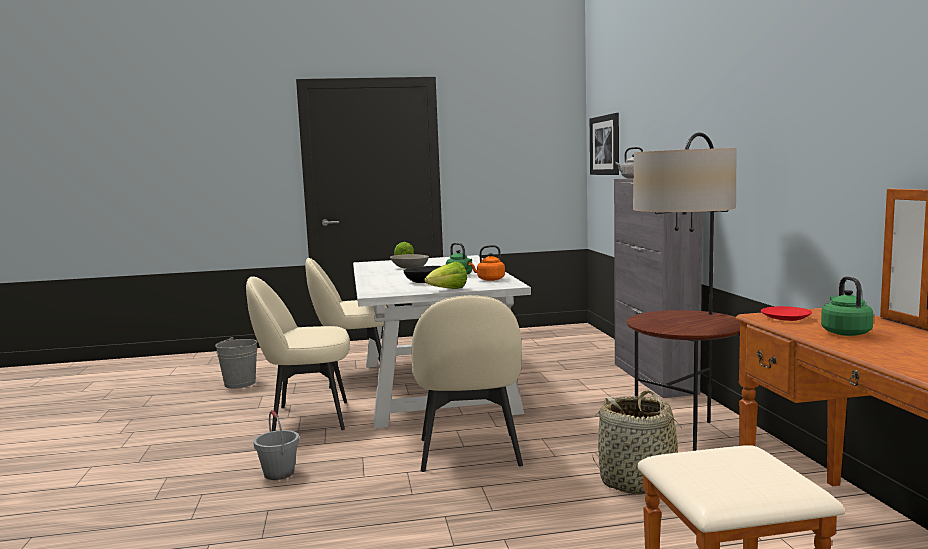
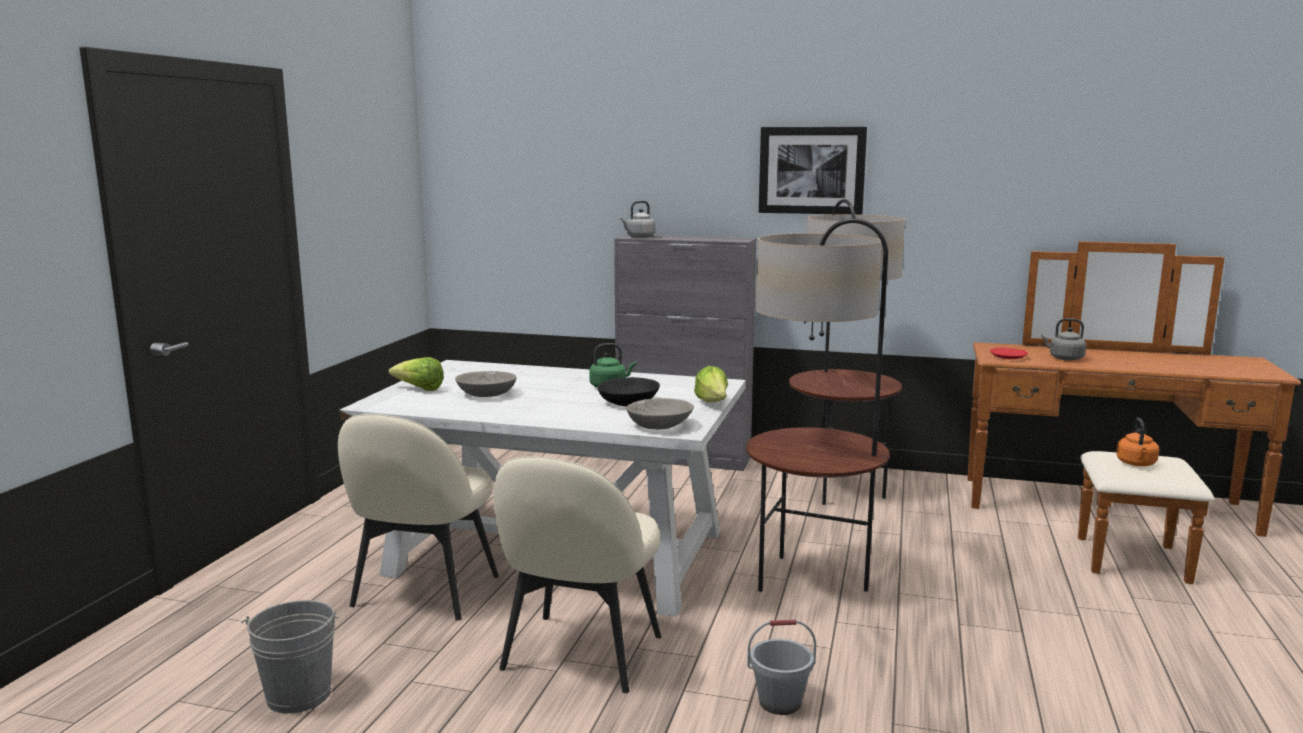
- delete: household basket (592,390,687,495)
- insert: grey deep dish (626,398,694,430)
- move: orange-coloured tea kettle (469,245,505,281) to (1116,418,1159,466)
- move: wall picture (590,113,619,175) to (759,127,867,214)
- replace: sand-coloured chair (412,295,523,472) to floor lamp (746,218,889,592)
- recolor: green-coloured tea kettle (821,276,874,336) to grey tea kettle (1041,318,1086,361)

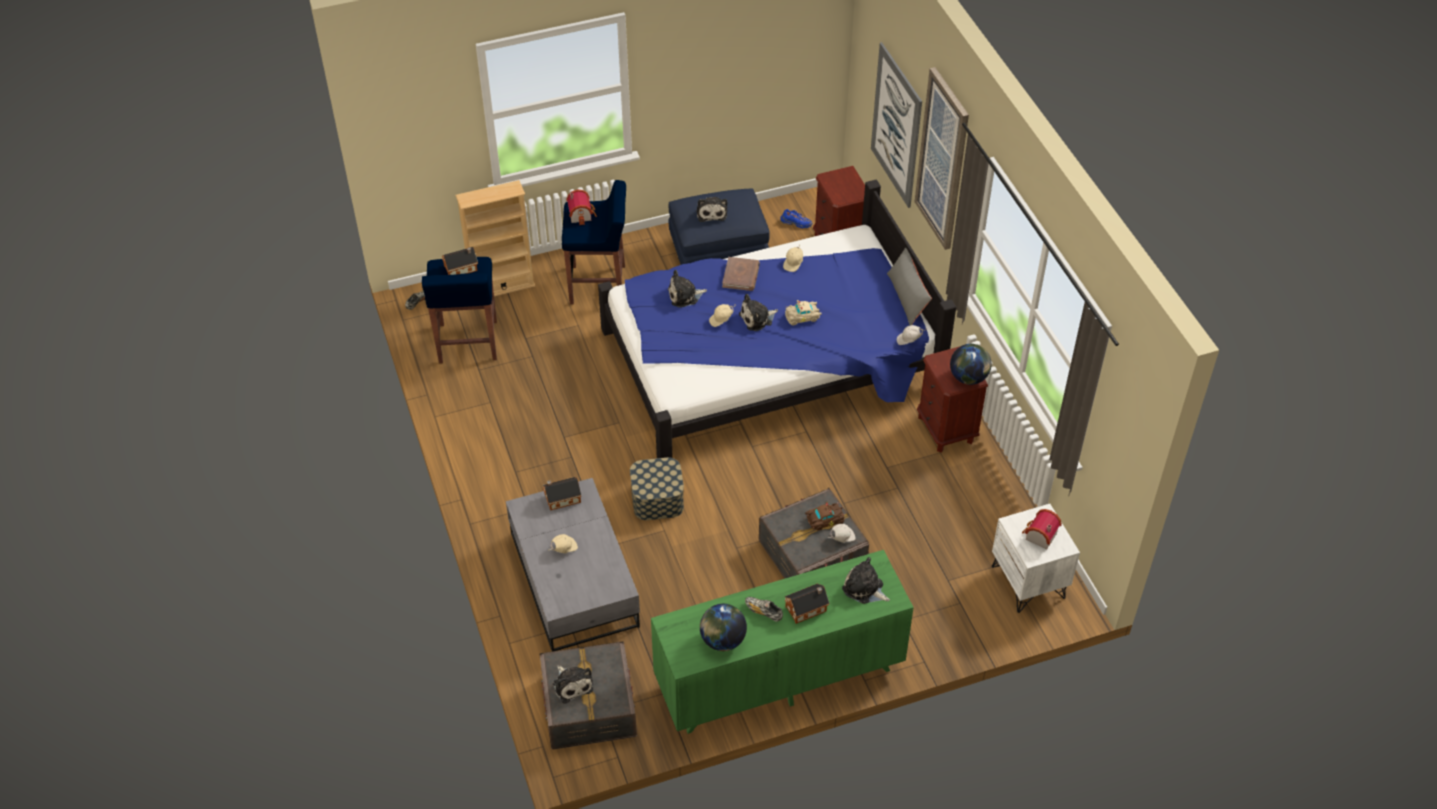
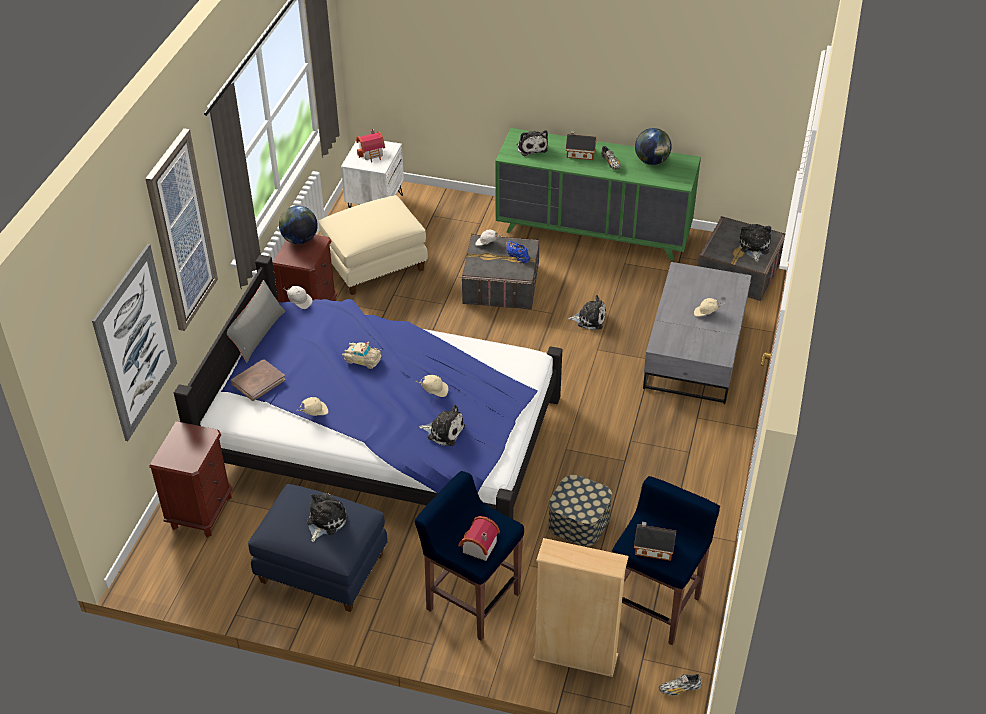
- delete: model house (542,477,581,510)
- delete: brown miniature car (805,502,845,531)
- insert: sand-coloured pouffe (318,195,428,295)
- move: storage container (630,457,684,520) to (548,475,612,546)
- move: brown volume (722,257,760,291) to (231,359,286,401)
- move: plush toy (739,294,778,331) to (567,295,606,330)
- move: bluish item of footwear (780,209,813,228) to (506,241,530,263)

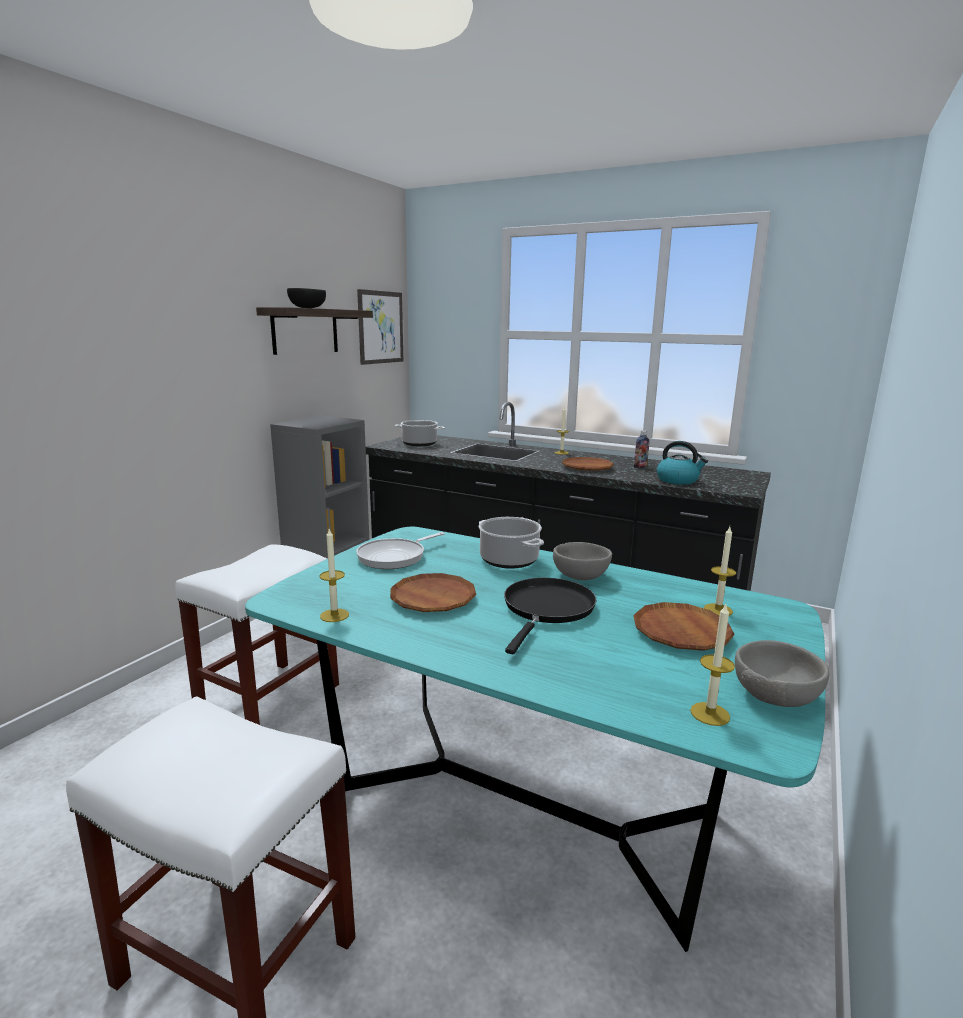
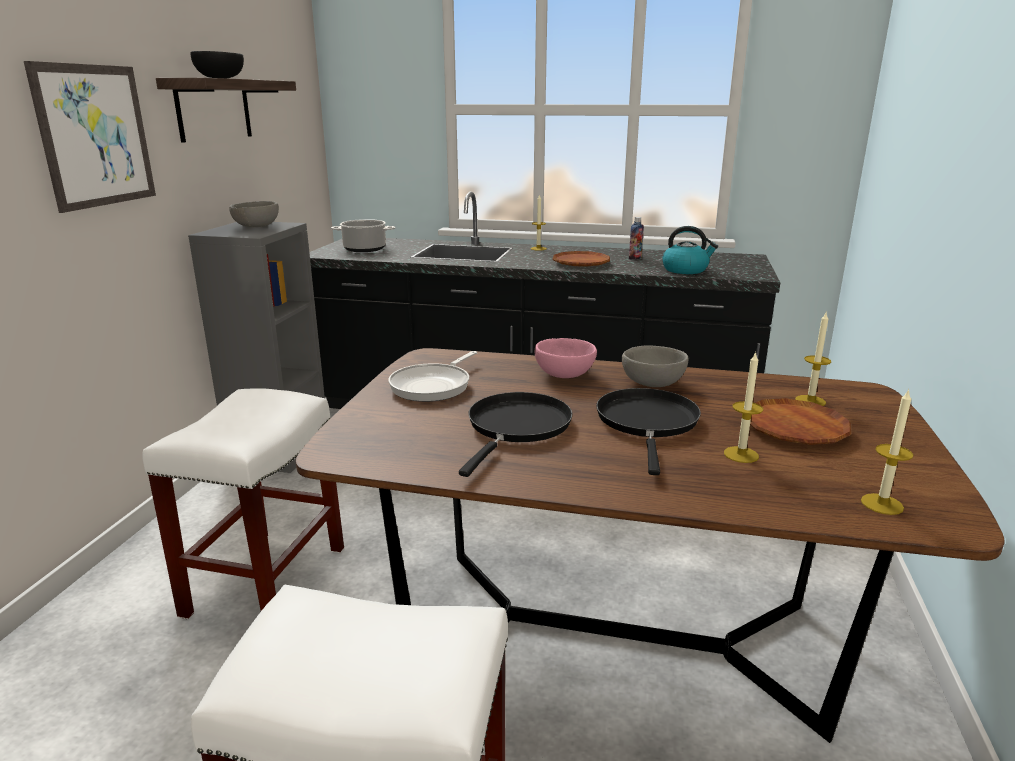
- move: wax light (320,529,349,622) to (724,351,763,463)
- move: wall picture (357,289,404,365) to (24,61,156,213)
- move: grey deep dish (735,640,829,707) to (229,201,279,227)
- replace: brown flat dish (390,573,476,612) to blackish skillet (459,392,573,477)
- replace: saucepot (479,517,544,569) to pink deep dish (535,338,597,378)
- recolor: turquoise dining table (245,527,825,952) to brown dining table (296,348,1005,743)

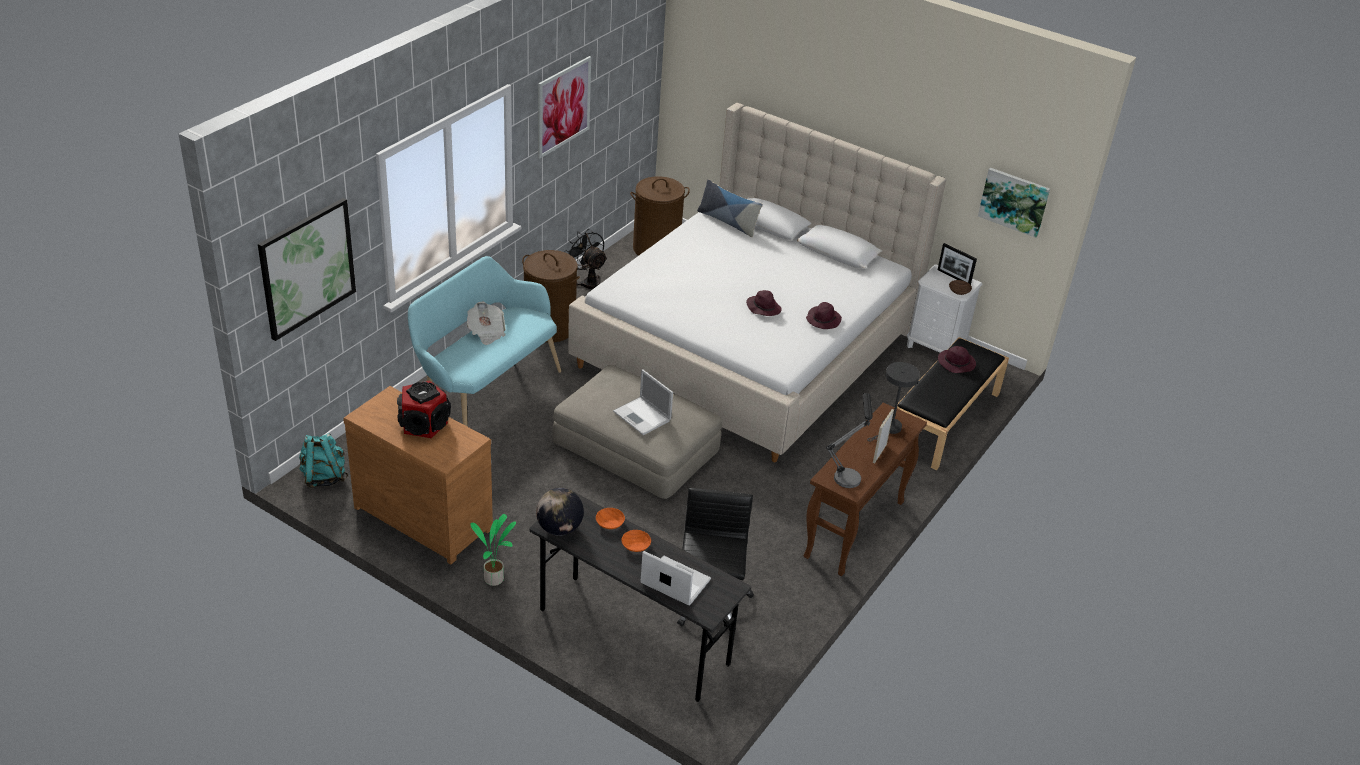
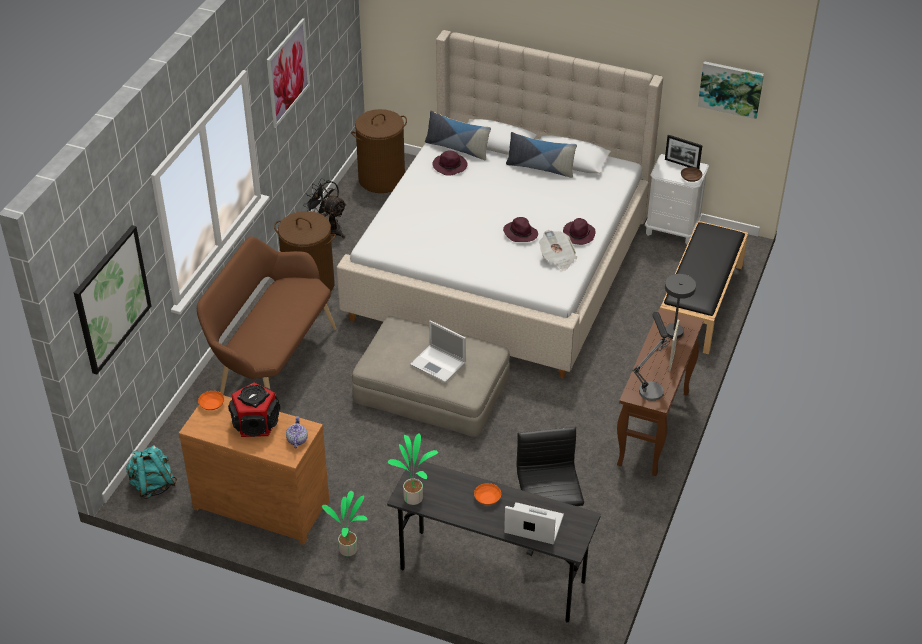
- insert: pot for tea (286,417,308,448)
- insert: cushion (506,132,577,178)
- move: printed paper (467,302,506,345) to (539,230,578,271)
- move: orange-coloured deep dish (596,508,625,529) to (198,391,224,410)
- move: purple-coloured wearable hat (938,346,976,373) to (432,151,467,176)
- replace: world globe (536,488,584,536) to houseplant (388,433,438,505)
- recolor: turquoise indoor bench (408,256,561,426) to brown indoor bench (197,236,337,395)

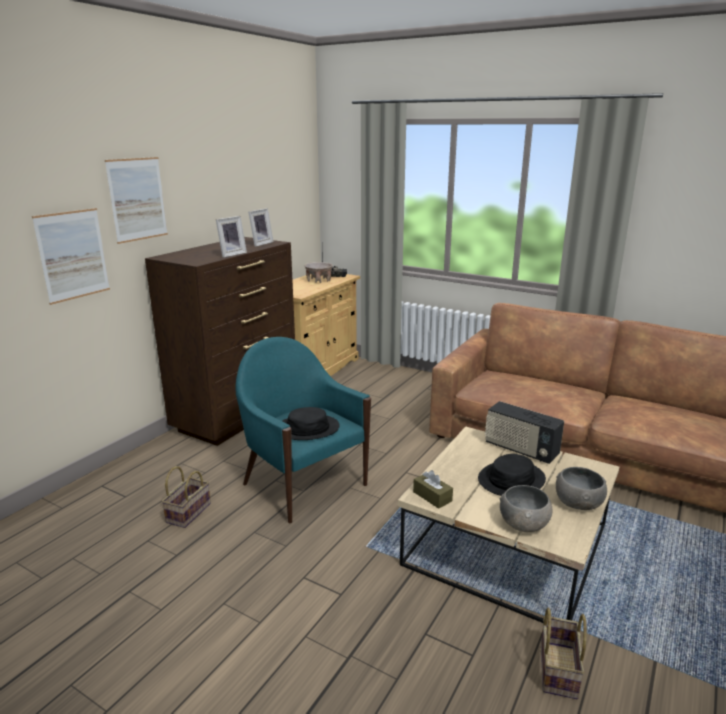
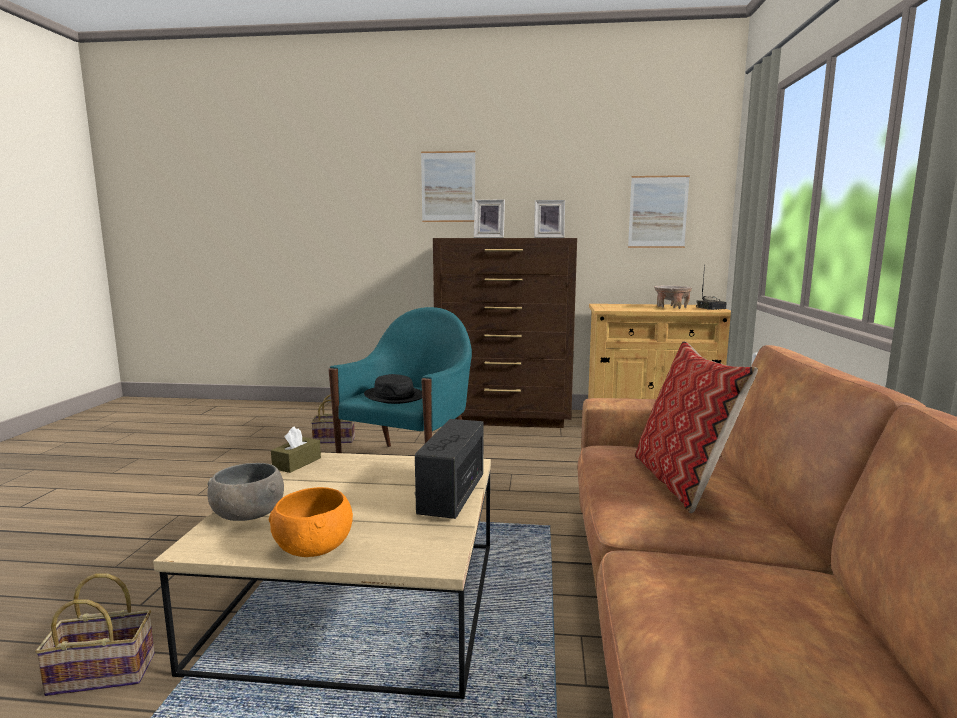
- delete: blackish wearable hat (478,454,546,496)
- insert: cushion (635,341,758,513)
- move: wall picture (32,208,110,305) to (628,175,690,248)
- recolor: grey deep dish (556,467,607,510) to orange-coloured deep dish (268,487,353,557)

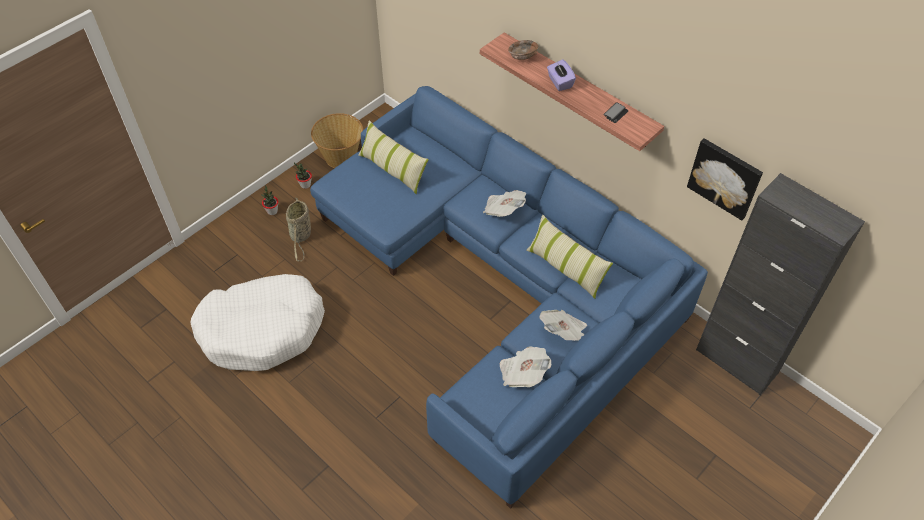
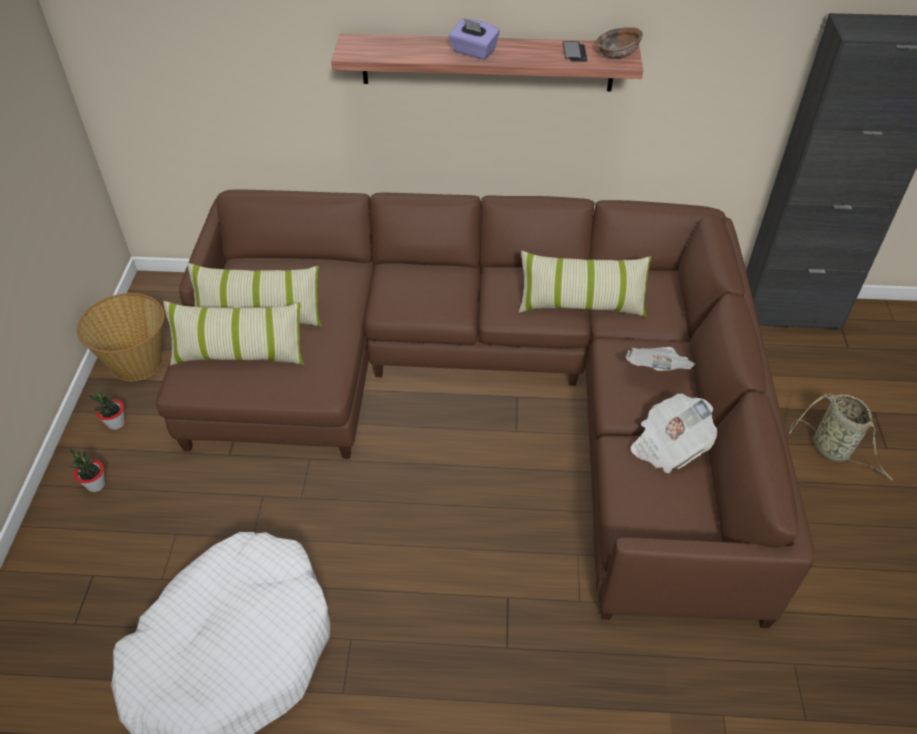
- delete: printed paper (483,190,526,217)
- delete: wall picture (687,138,763,220)
- insert: cushion (163,301,304,366)
- move: household basket (286,197,311,261) to (789,394,893,481)
- move: brown deep dish (508,40,538,60) to (596,27,643,59)
- recolor: bluish couch (310,86,708,509) to brown couch (156,189,814,628)

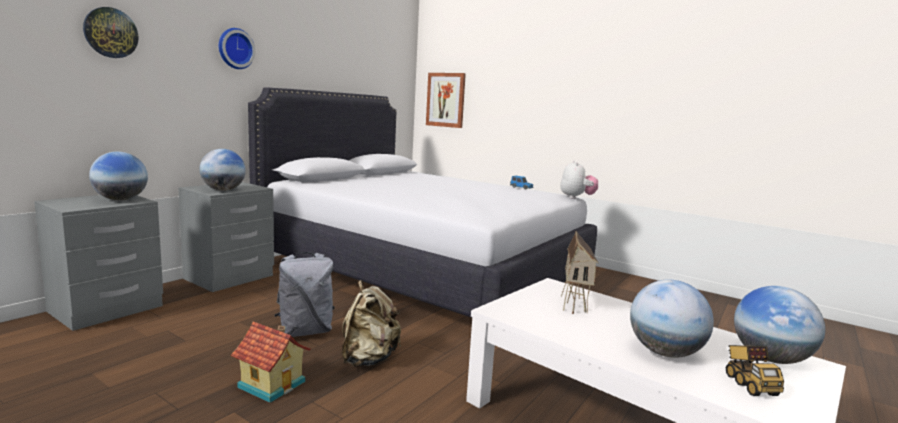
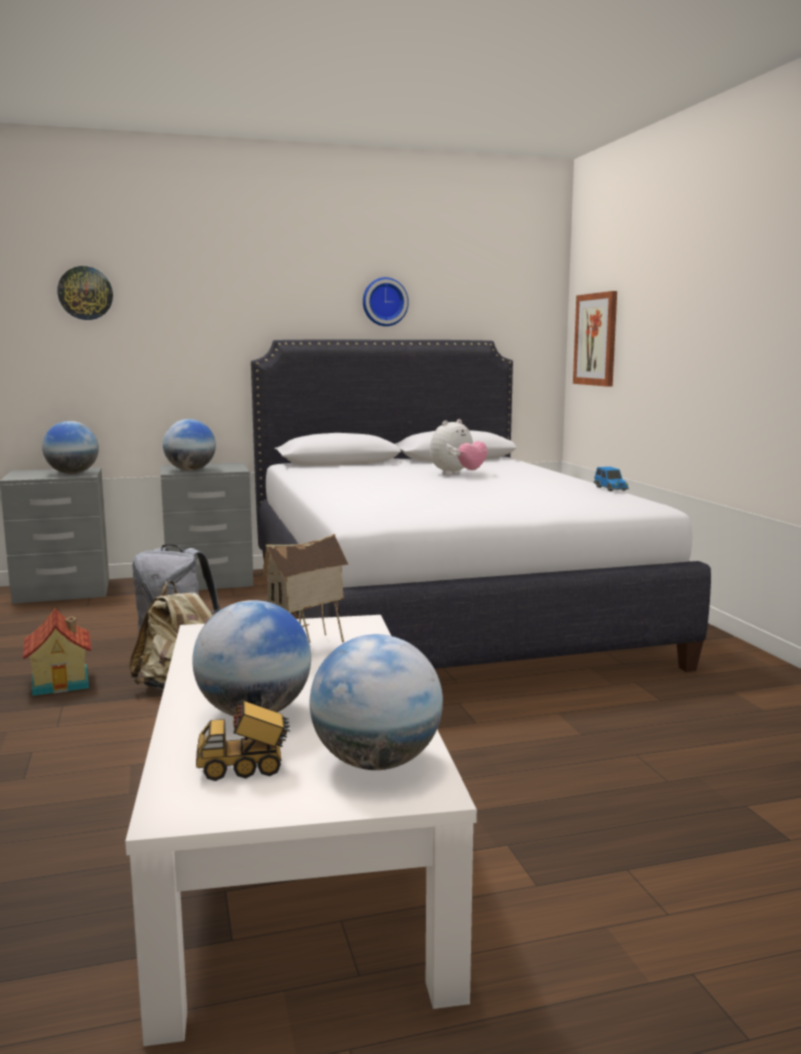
- move: hanging clock (219,28,255,69) to (363,277,409,326)
- move: plush toy (560,161,598,199) to (430,419,488,475)
- rotate: model truck (726,345,784,396) = (196,701,290,781) 45 degrees clockwise

